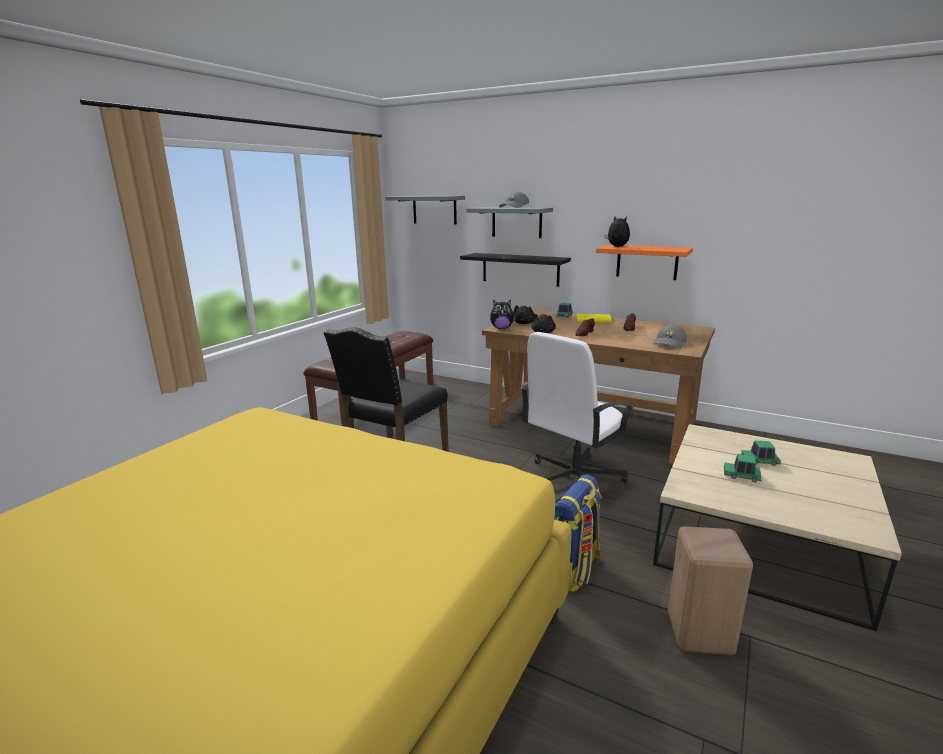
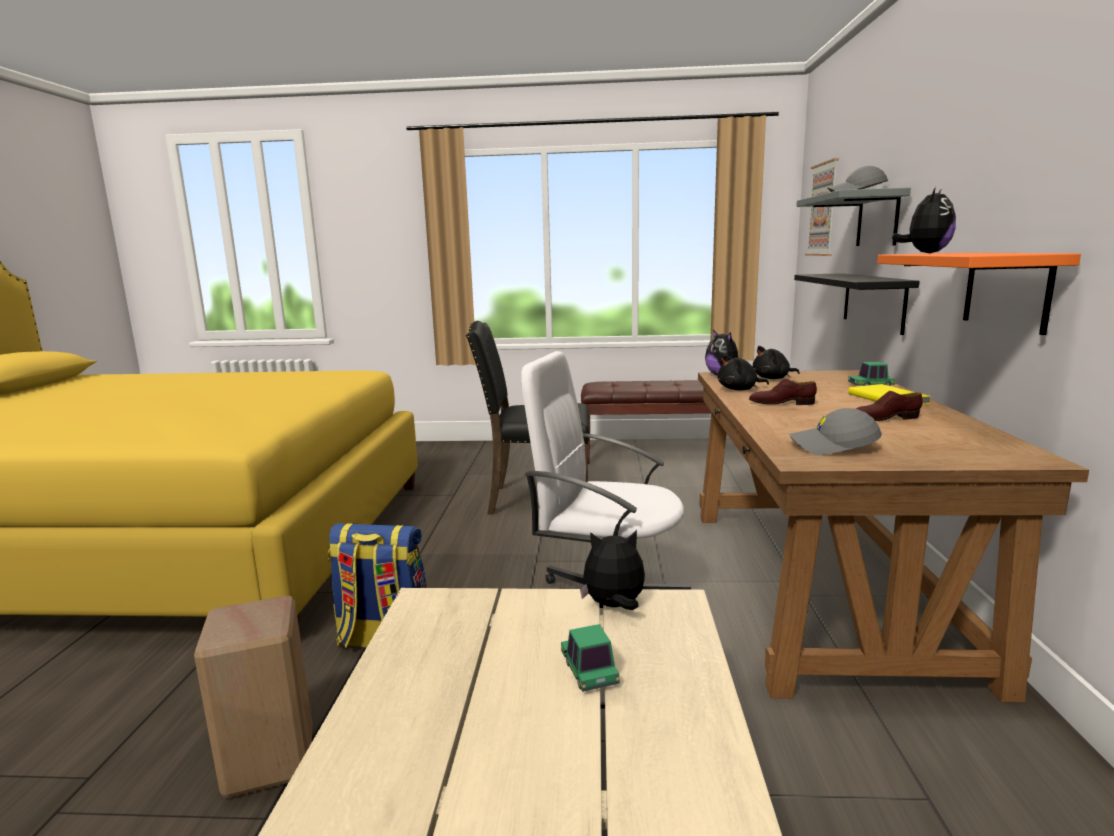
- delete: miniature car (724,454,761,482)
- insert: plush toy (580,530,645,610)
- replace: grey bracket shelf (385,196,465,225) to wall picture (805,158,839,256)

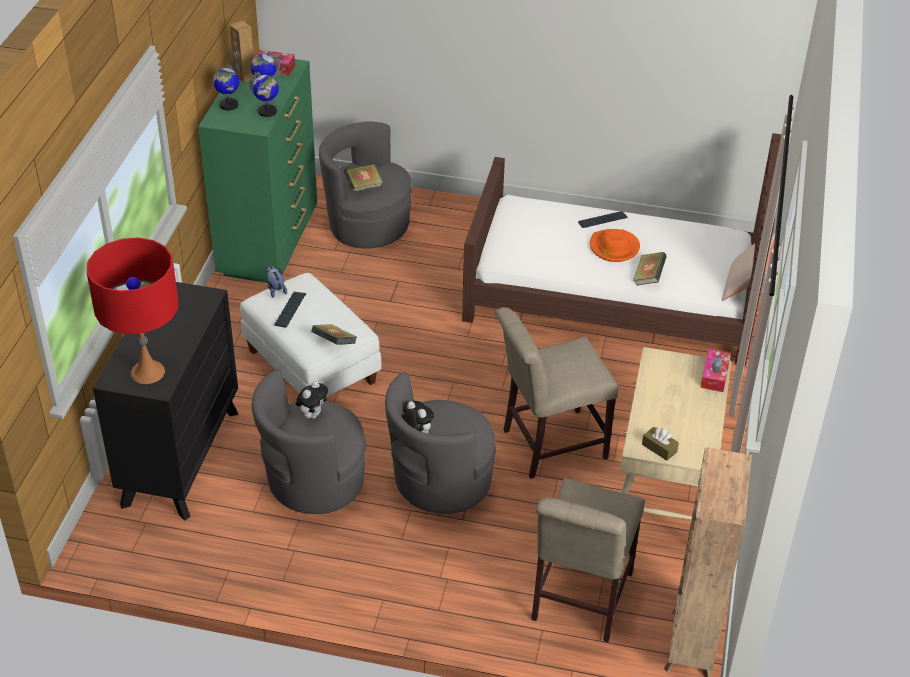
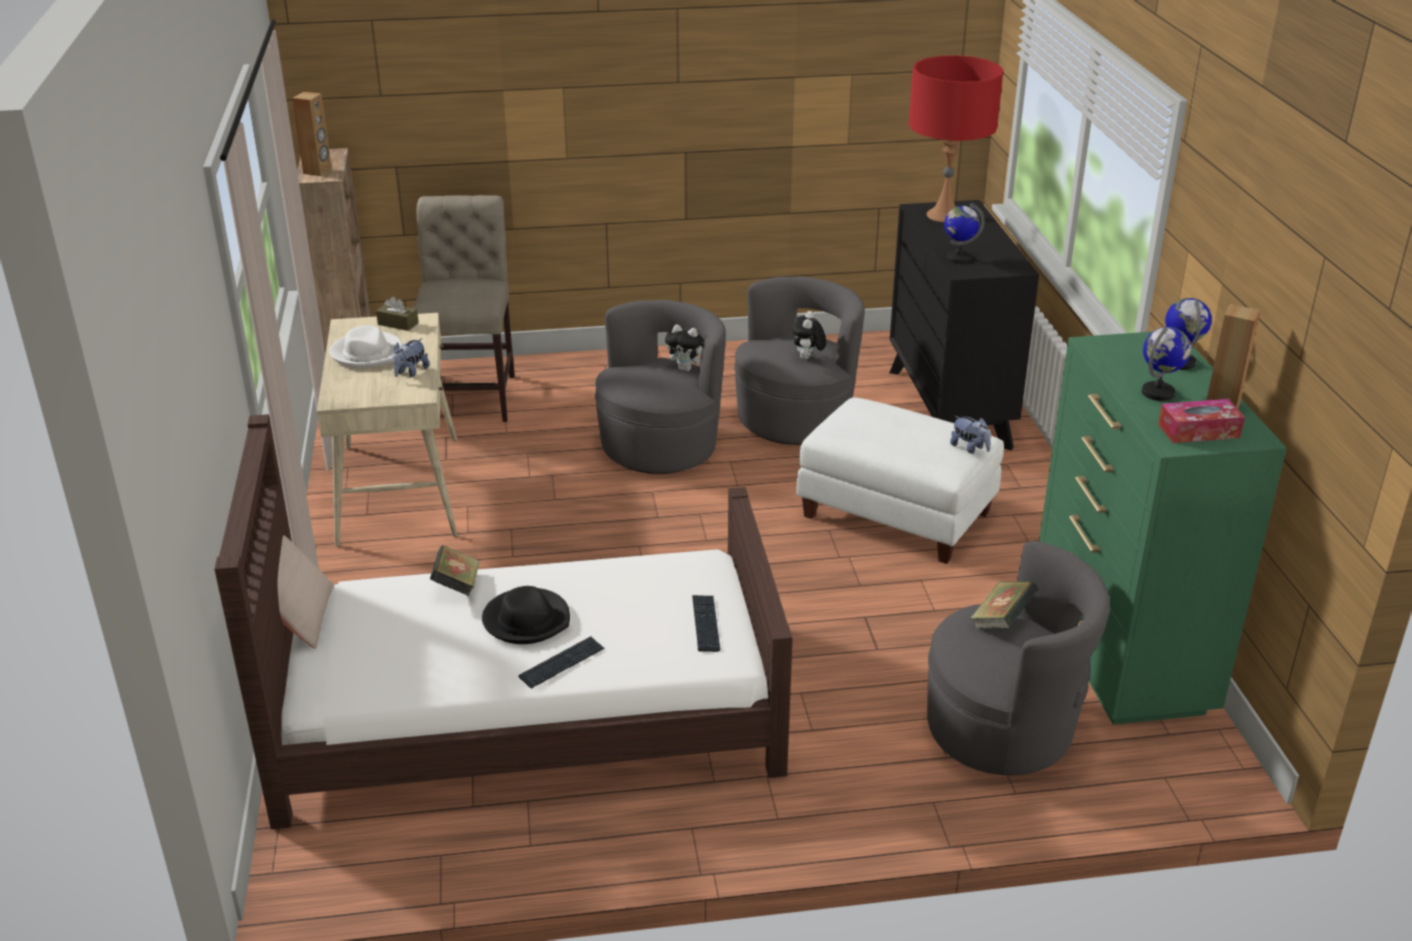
- delete: volume (311,324,357,345)
- delete: sand-coloured chair (495,307,618,479)
- delete: tissue holder (701,349,731,392)
- insert: brown loudspeaker (292,92,332,176)
- insert: white-coloured wearable hat (329,325,402,368)
- insert: plush toy (392,338,429,377)
- move: world globe (250,72,279,117) to (944,203,985,264)
- move: PC keyboard (274,292,306,328) to (692,595,720,652)
- recolor: orange-coloured wearable hat (590,229,640,262) to blackish wearable hat (482,586,570,644)

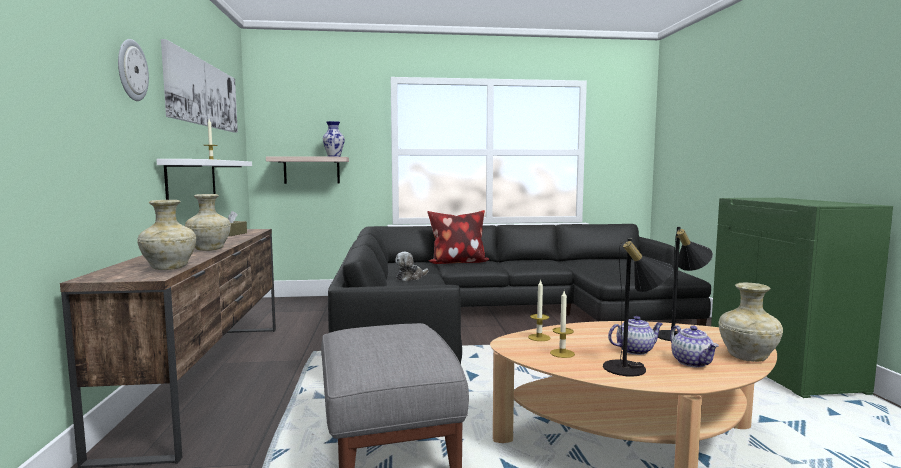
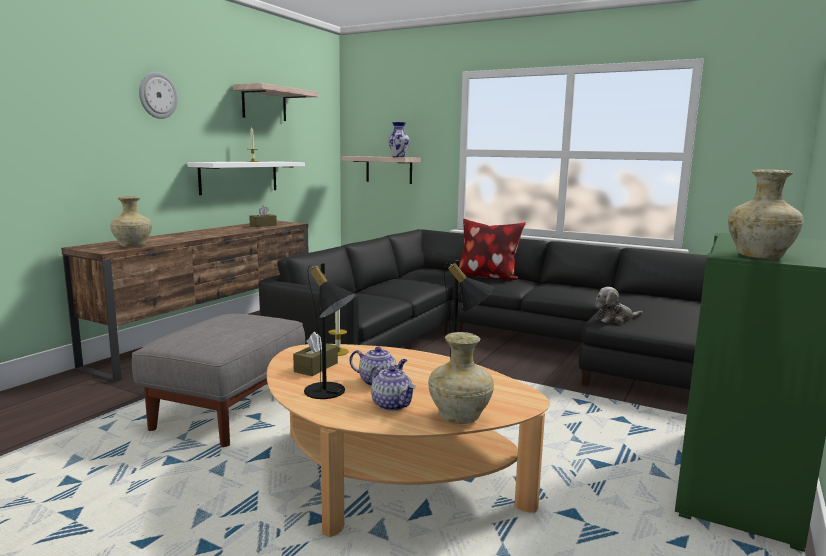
- move: sand-coloured vase (185,194,231,251) to (728,169,803,259)
- move: plush toy (395,252,428,281) to (596,287,643,323)
- replace: wall picture (161,39,238,133) to bracket shelf (233,83,318,121)
- replace: wax light (550,291,575,358) to brown tissue holder (293,332,338,376)
- rotate: pot for tea (670,325,719,367) = (370,366,416,411) 60 degrees counterclockwise

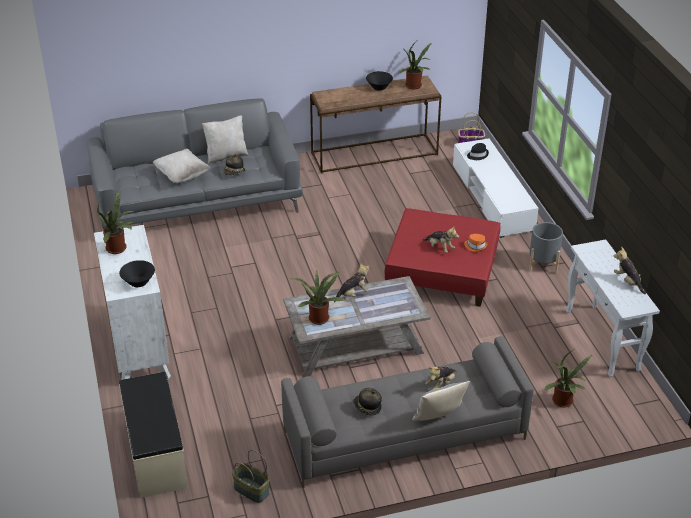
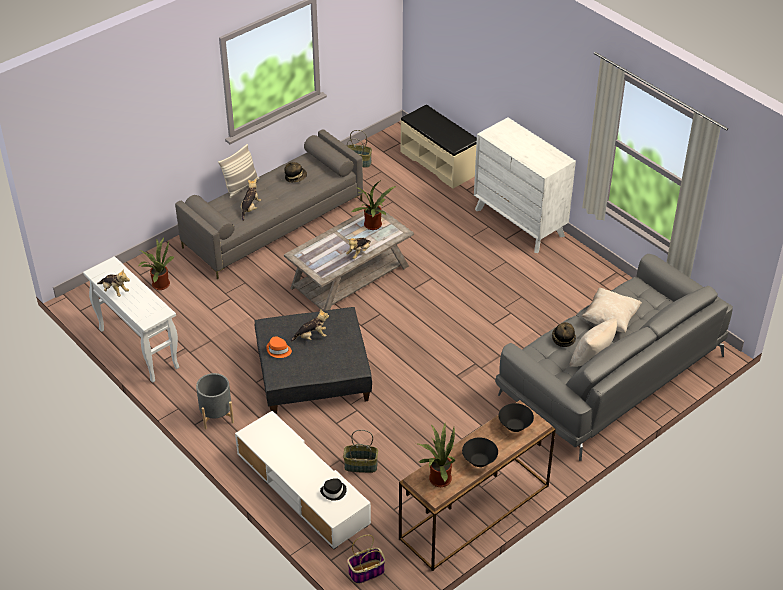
- delete: houseplant (97,192,134,254)
- insert: household basket (343,430,378,473)
- move: blackish deep dish (119,260,155,287) to (498,403,534,432)
- recolor: red pouffe (385,208,501,307) to grey pouffe (254,307,372,414)
- rotate: plush toy (423,226,459,253) = (291,309,329,342) 150 degrees clockwise

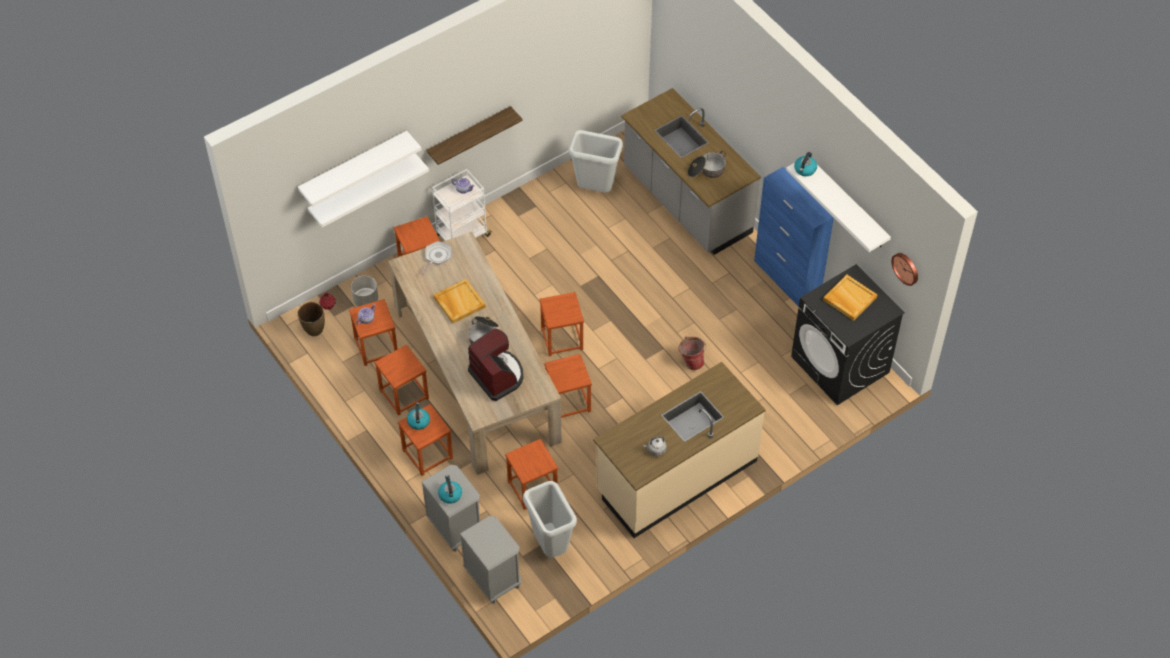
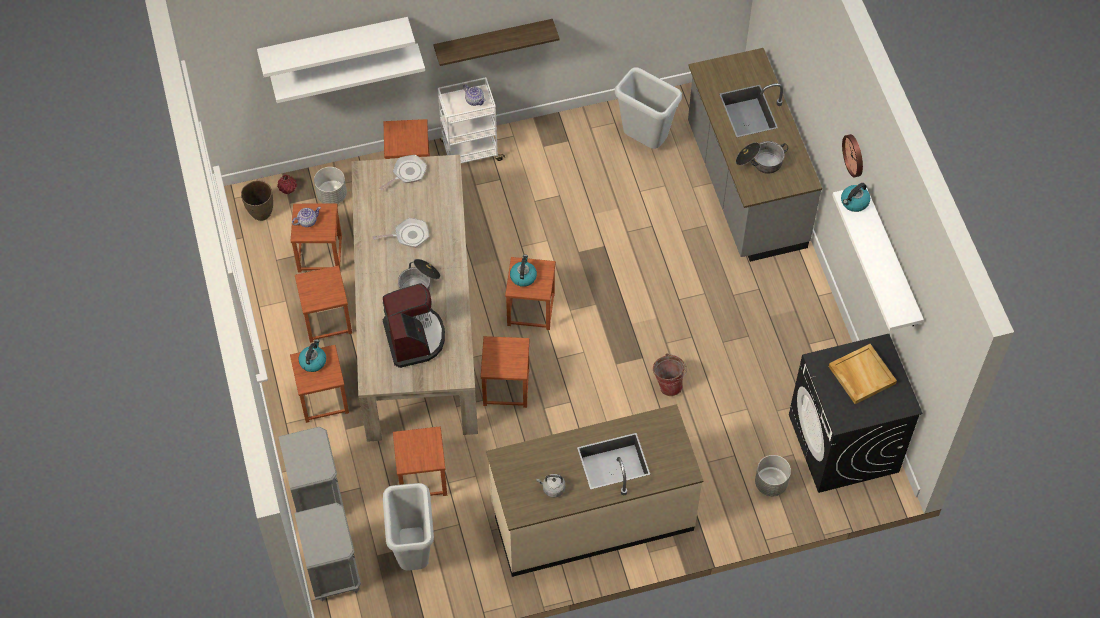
- delete: bluish storage cabinet (754,167,834,307)
- insert: grey flower pot (755,455,791,496)
- move: tea kettle (438,475,462,504) to (510,255,537,287)
- move: hanging clock (891,253,918,286) to (842,134,863,177)
- replace: sand-coloured carrying tray (434,279,486,324) to skillet (372,218,429,248)

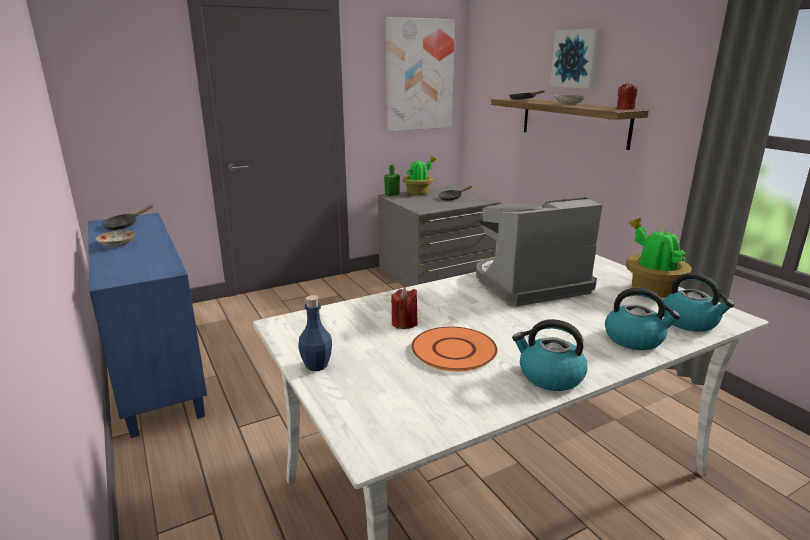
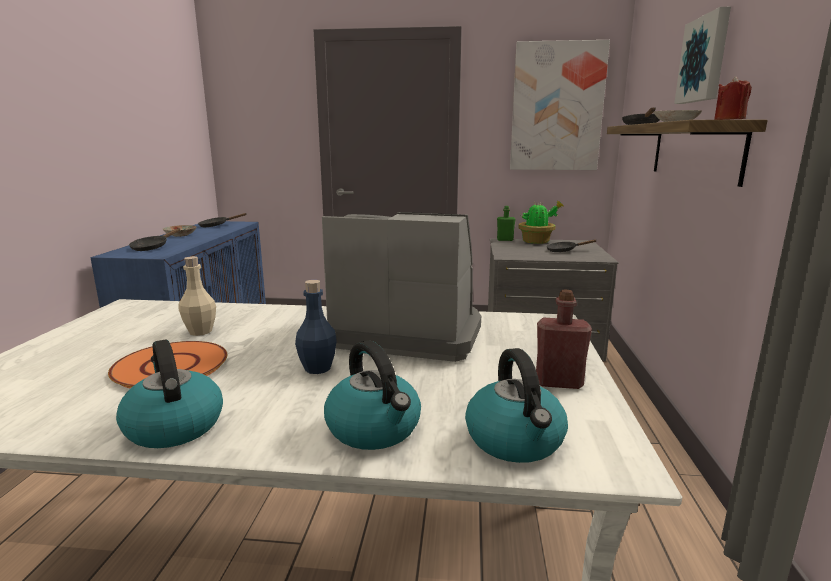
- insert: blackish skillet (129,228,180,251)
- move: bluish bottle (298,295,332,371) to (295,280,336,374)
- replace: red wax light (391,288,418,329) to sand-coloured bottle (178,256,216,336)
- replace: houseplant (626,218,692,297) to red bottle (536,290,592,389)

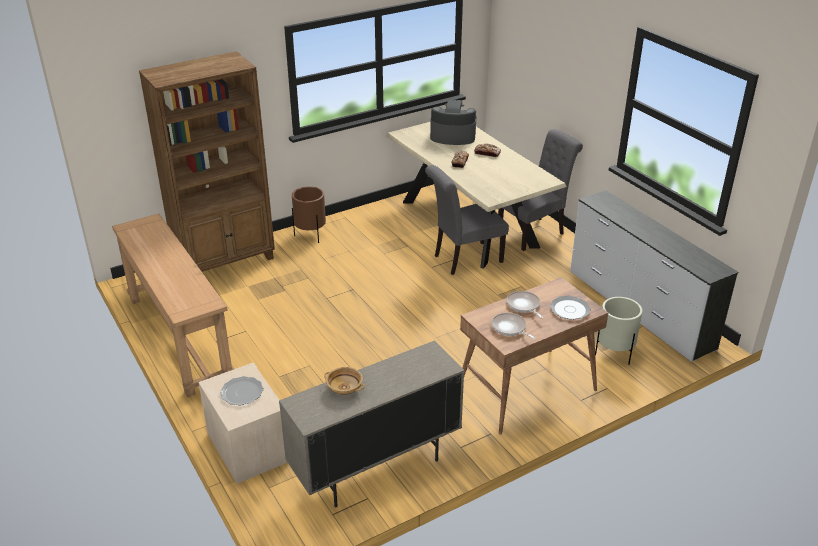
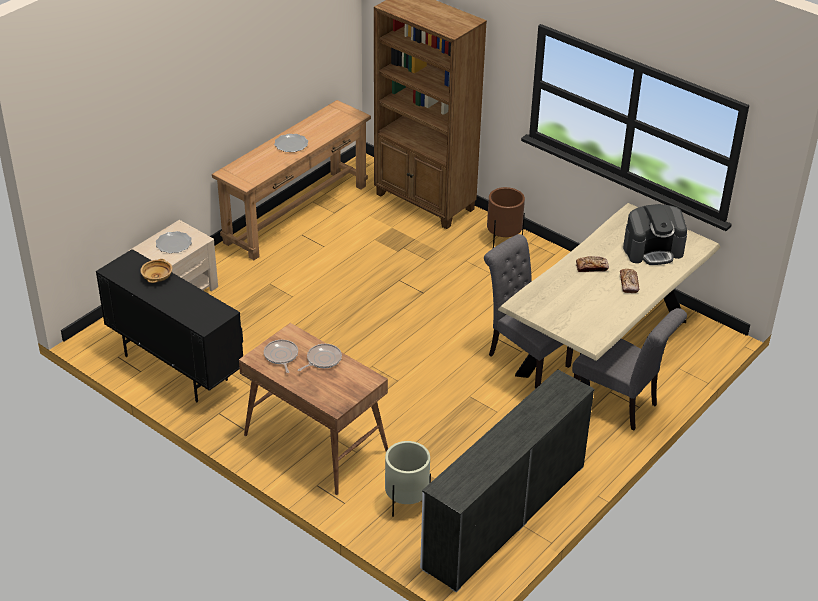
- move: flat dish (550,295,591,320) to (274,134,308,152)
- recolor: sand-coloured storage cabinet (279,340,465,508) to blackish storage cabinet (96,249,243,402)
- rotate: coffee maker (430,99,476,145) = (623,204,687,265) 90 degrees clockwise
- rotate: skillet (491,313,536,339) = (264,340,298,373) 45 degrees counterclockwise

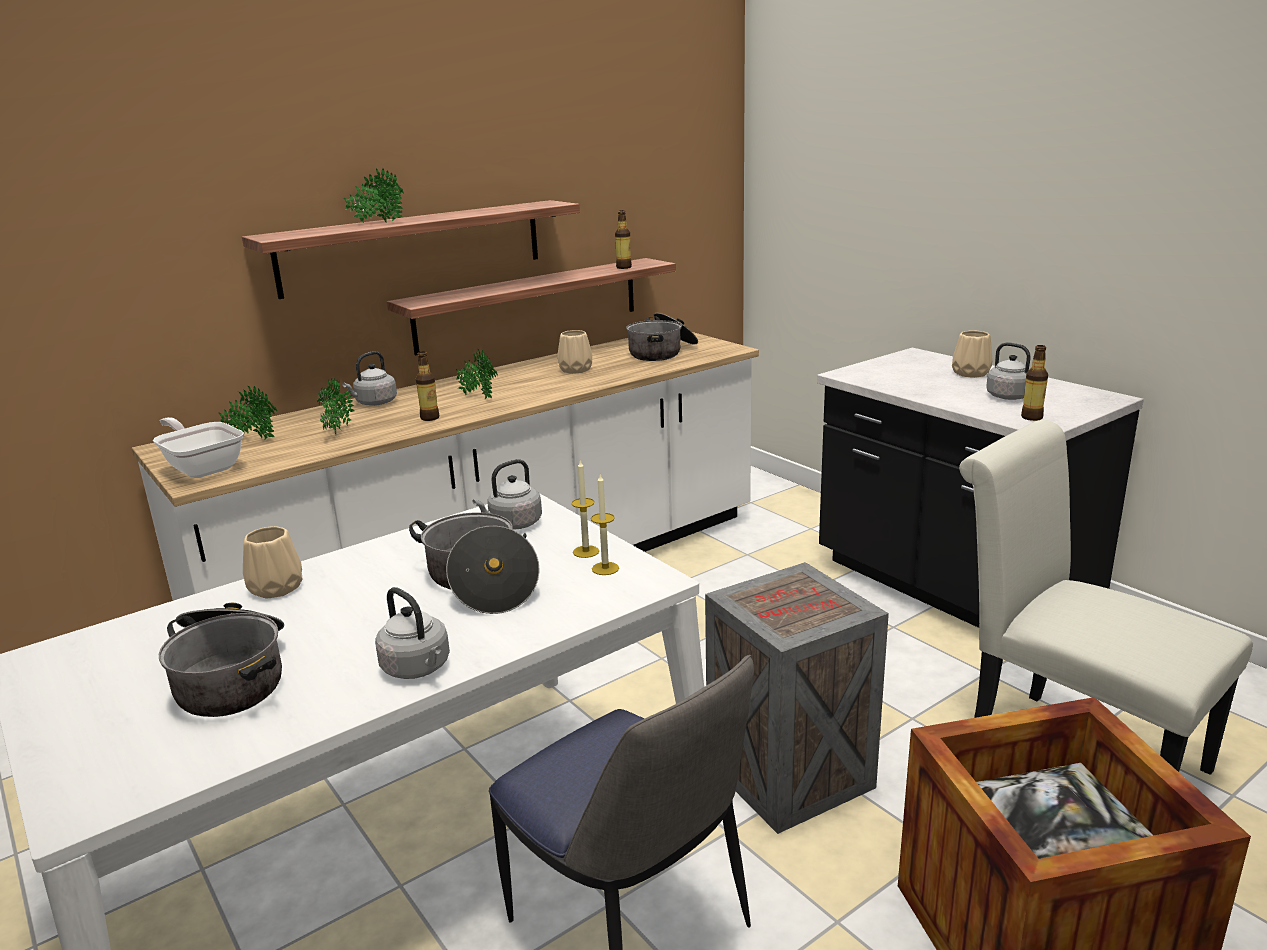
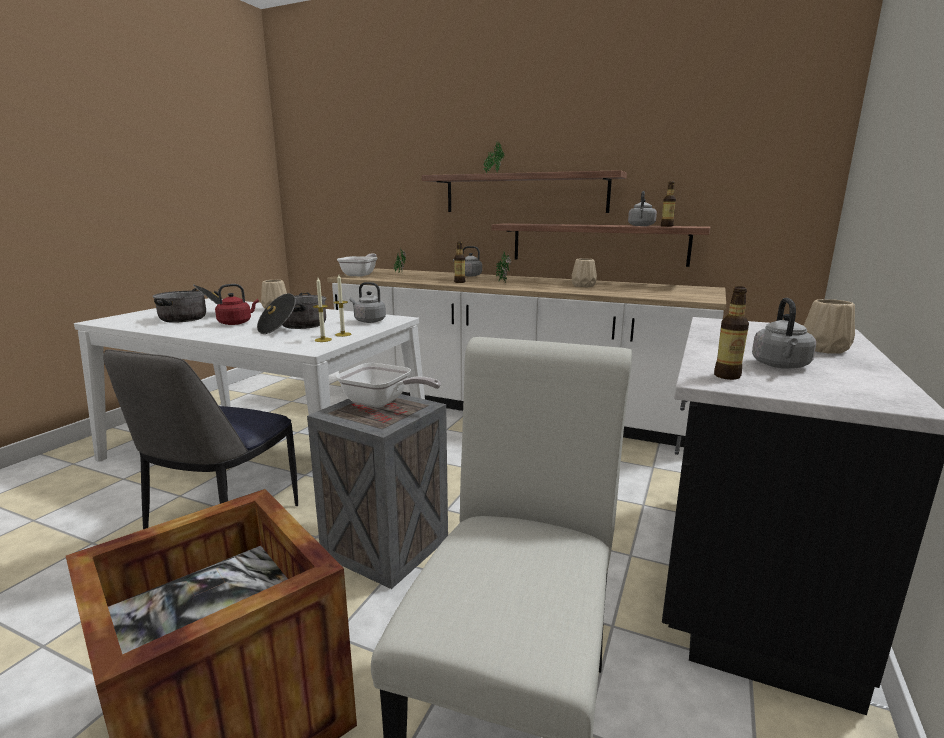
- delete: houseplant (317,379,355,434)
- delete: saucepot (626,313,698,361)
- insert: red tea kettle (215,284,259,325)
- insert: skillet (336,363,441,408)
- move: grey tea kettle (375,587,450,679) to (628,191,657,226)

